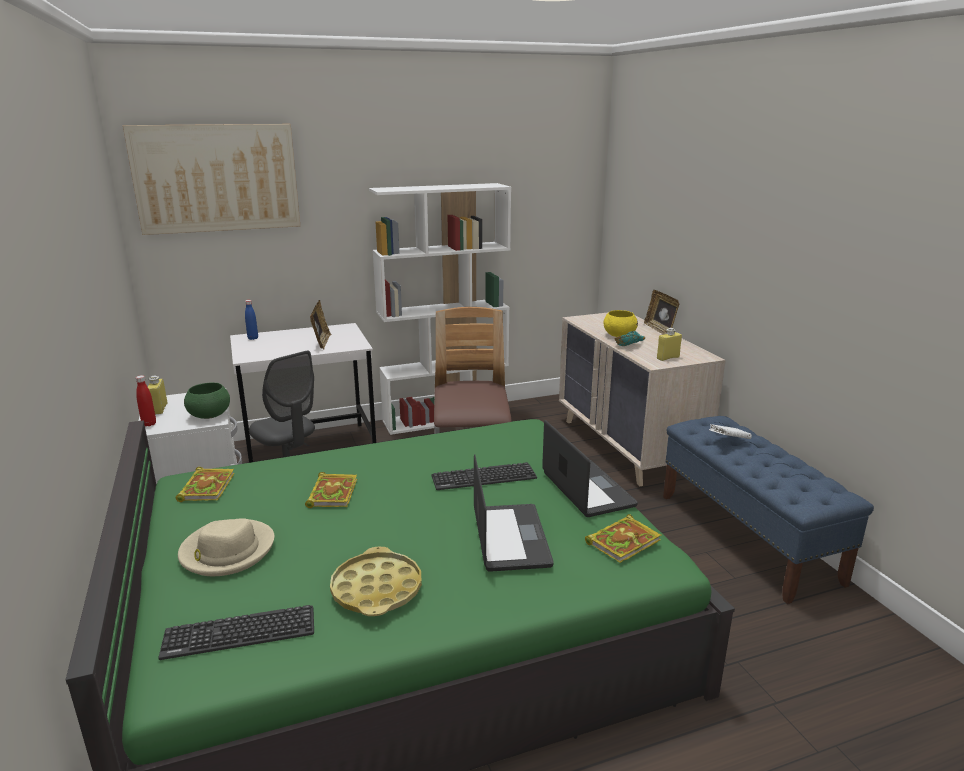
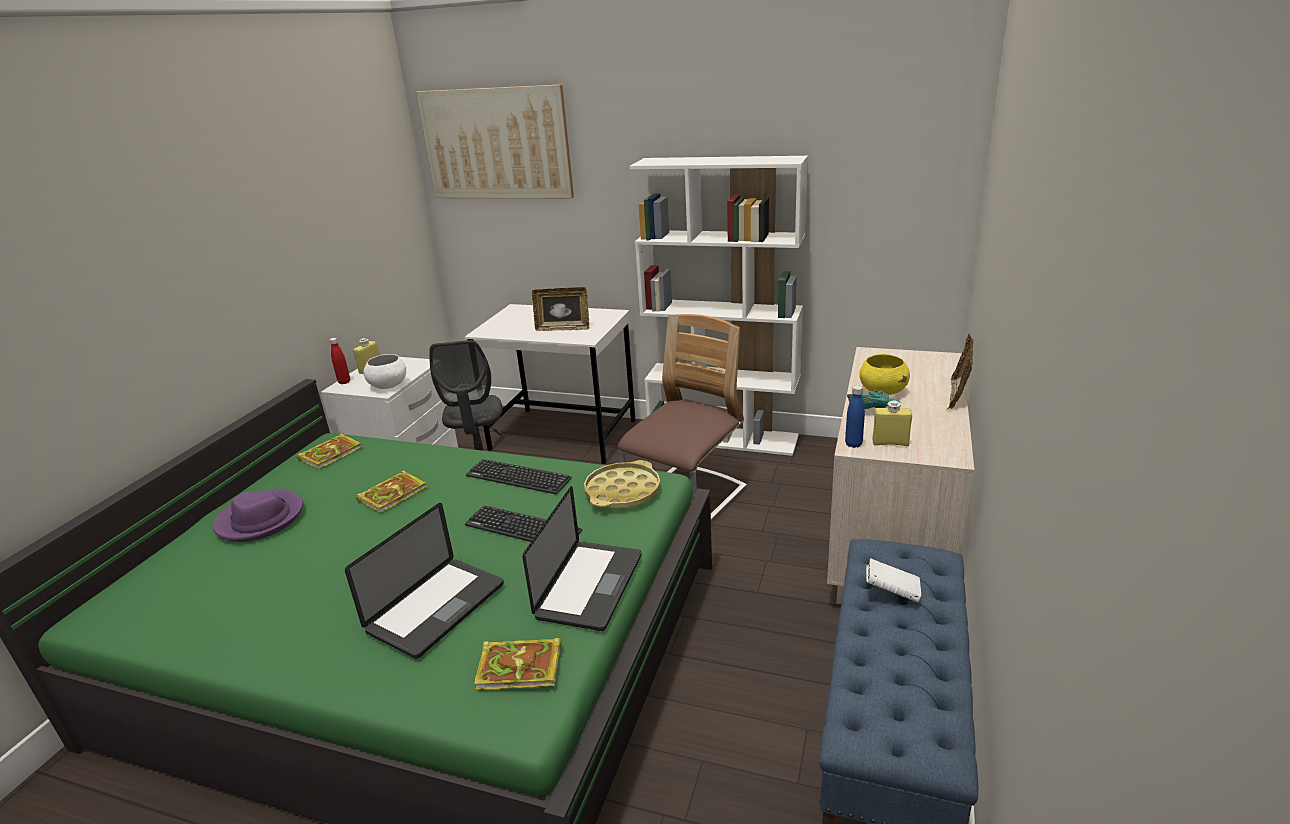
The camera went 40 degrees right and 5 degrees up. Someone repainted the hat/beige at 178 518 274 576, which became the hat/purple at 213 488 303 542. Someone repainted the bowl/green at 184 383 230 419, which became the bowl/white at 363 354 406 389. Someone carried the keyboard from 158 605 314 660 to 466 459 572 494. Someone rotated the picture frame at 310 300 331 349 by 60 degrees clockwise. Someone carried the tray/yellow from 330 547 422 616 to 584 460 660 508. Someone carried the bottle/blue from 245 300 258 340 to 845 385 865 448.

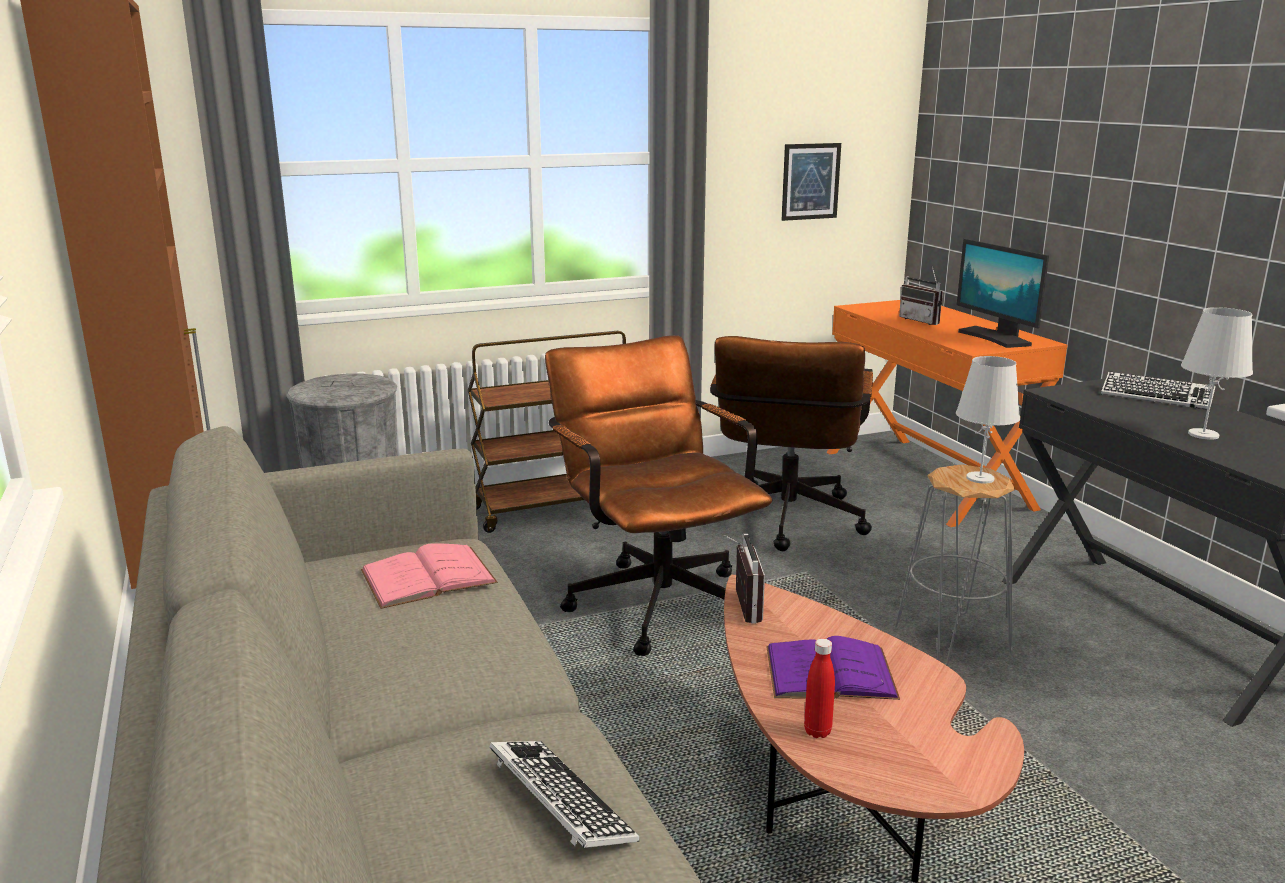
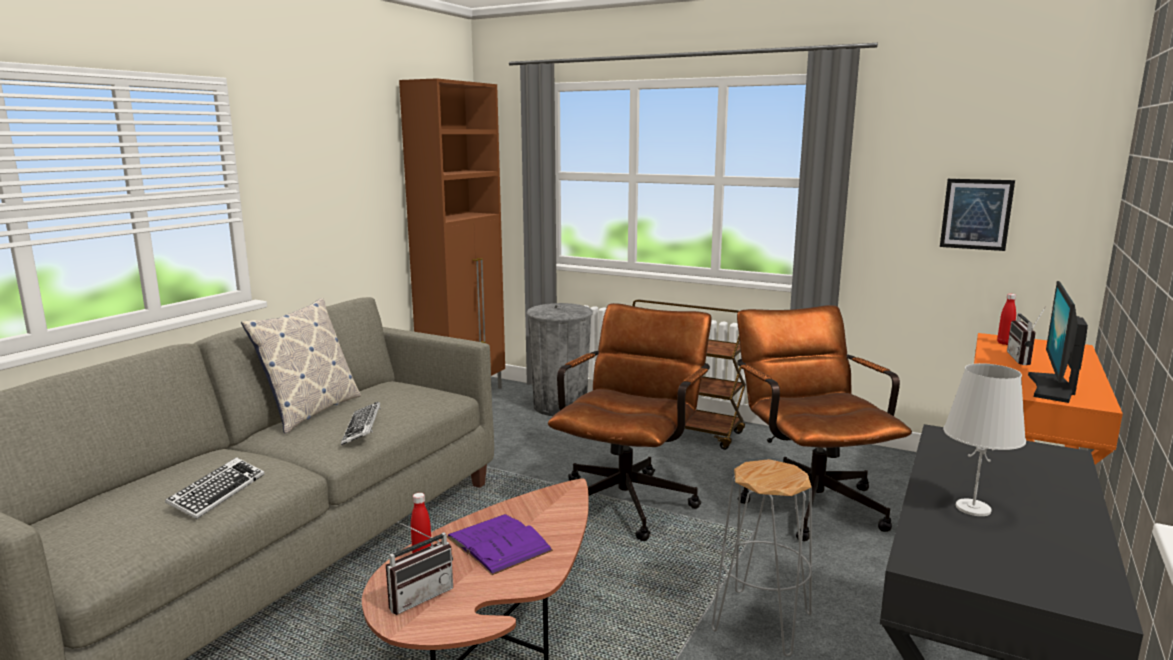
The camera went 50 degrees right and 5 degrees down. Someone put down the pillow at 241 298 361 434. Someone carried the keyboard from 1101 371 1216 410 to 341 402 381 445. Someone carried the radio from 724 534 765 624 to 386 521 453 615. Someone rotated the office chair/brown at 710 336 873 551 by 105 degrees clockwise. Someone put down the bottle/red at 997 294 1016 345. Someone took away the book/pink at 361 544 498 609. Someone took away the table lamp/white at 956 356 1020 484.

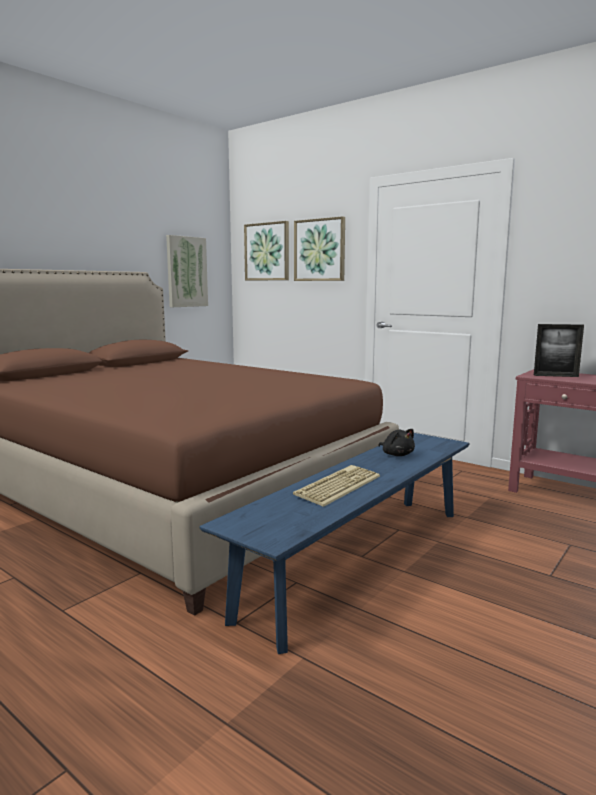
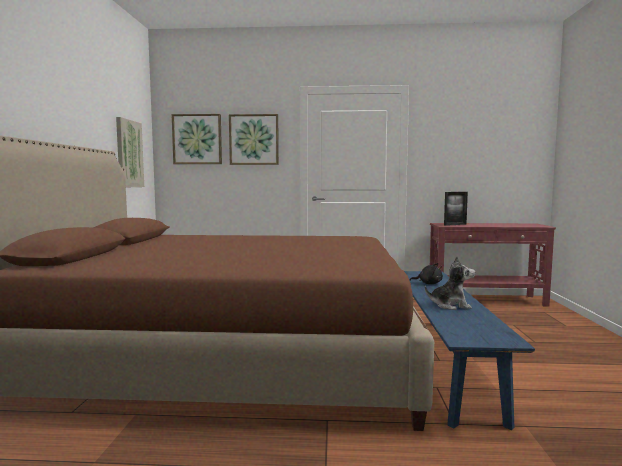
The camera went 35 degrees left and 5 degrees down. Someone swapped the keyboard at 293 465 380 507 for the plush toy at 425 256 475 310.

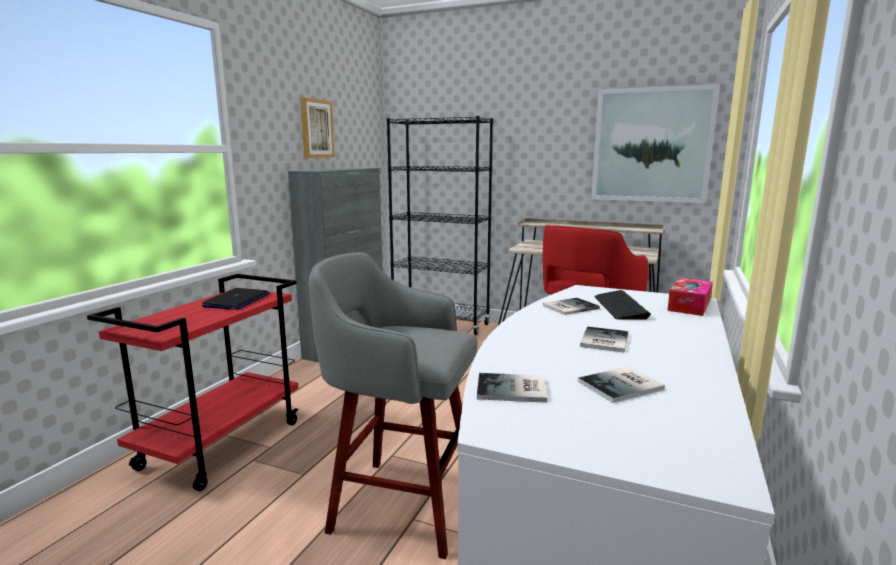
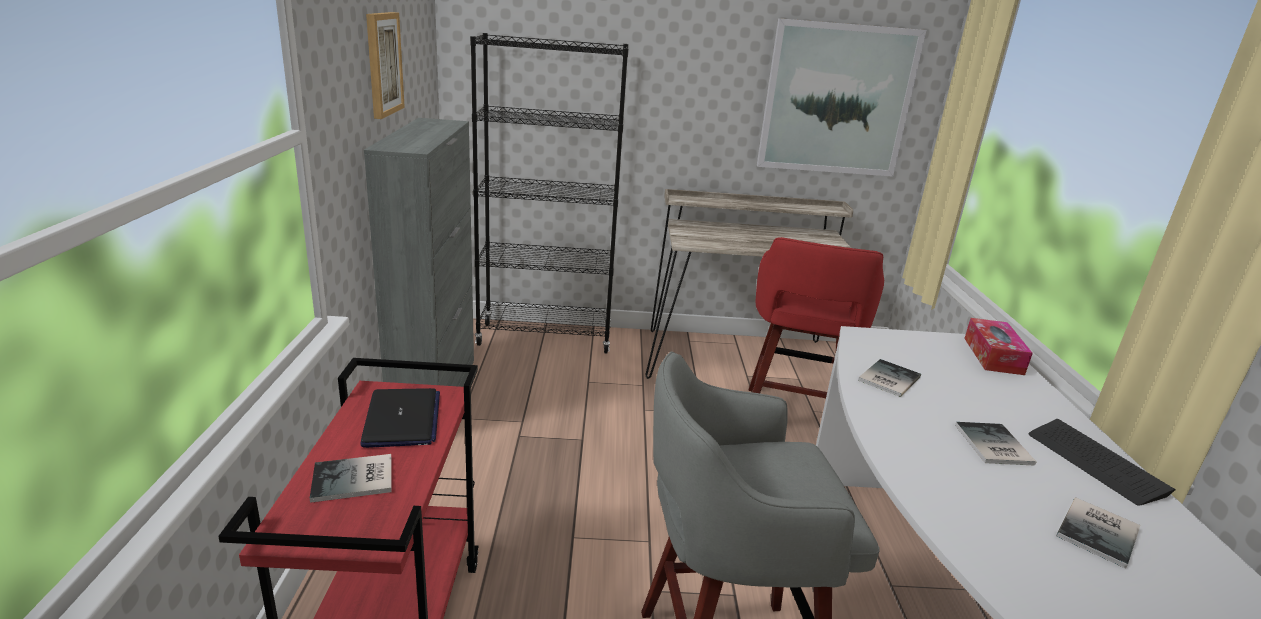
The camera went 25 degrees left and 10 degrees up. Someone carried the book from 477 373 547 403 to 310 454 392 503. Someone carried the keyboard from 594 290 651 320 to 1029 419 1176 506.

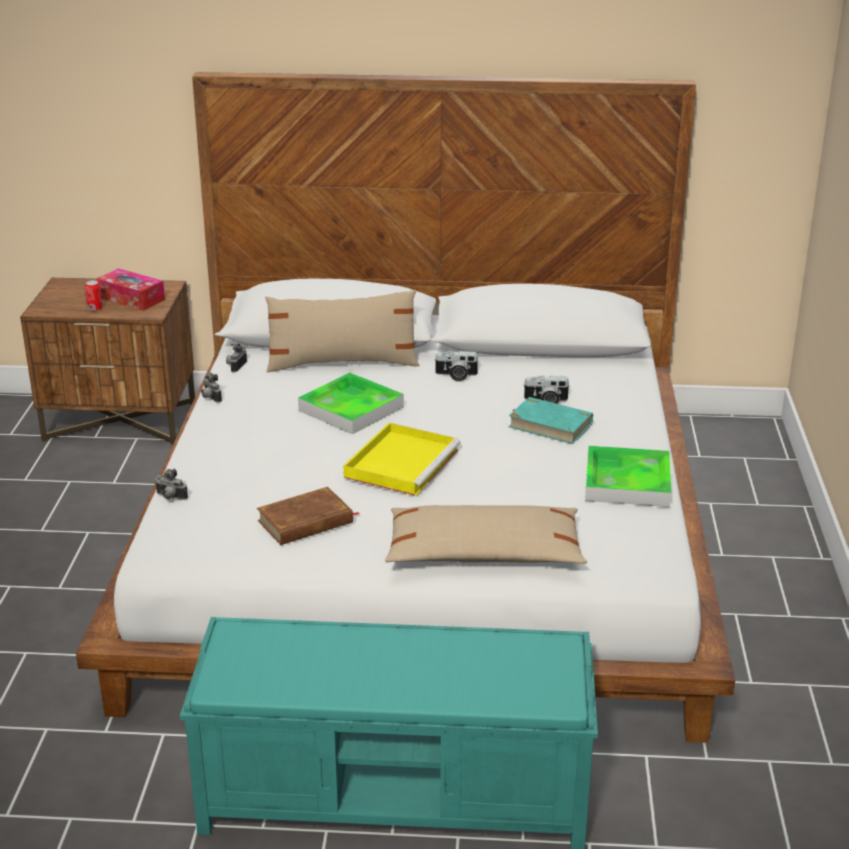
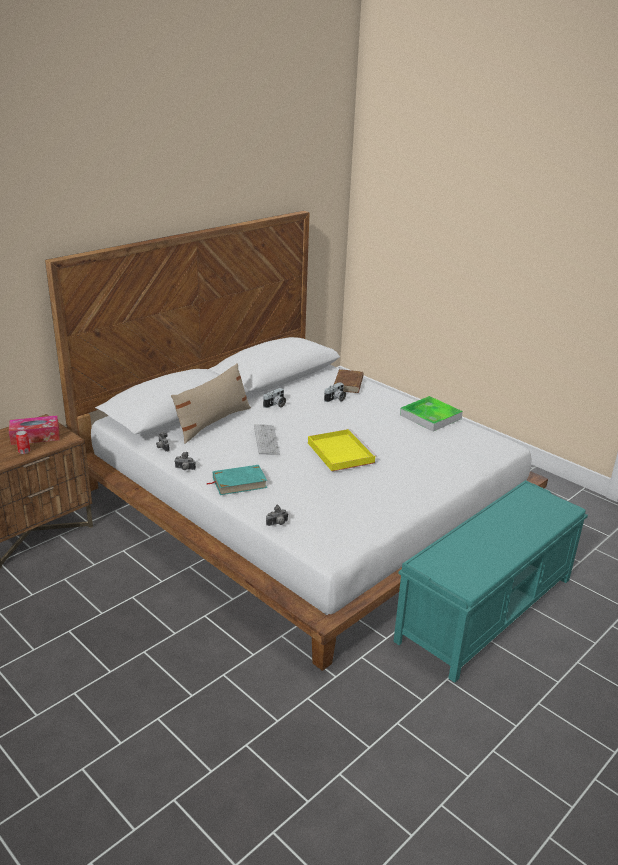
The camera went 50 degrees left and 0 degrees up. Someone carried the book/turquoise from 508 397 593 444 to 206 465 267 495. Someone swapped the tray at 298 372 404 434 for the keyboard at 254 424 280 455. Someone carried the book/brown from 257 487 359 545 to 334 369 364 393. Someone took away the pillow/beige at 385 505 587 564.

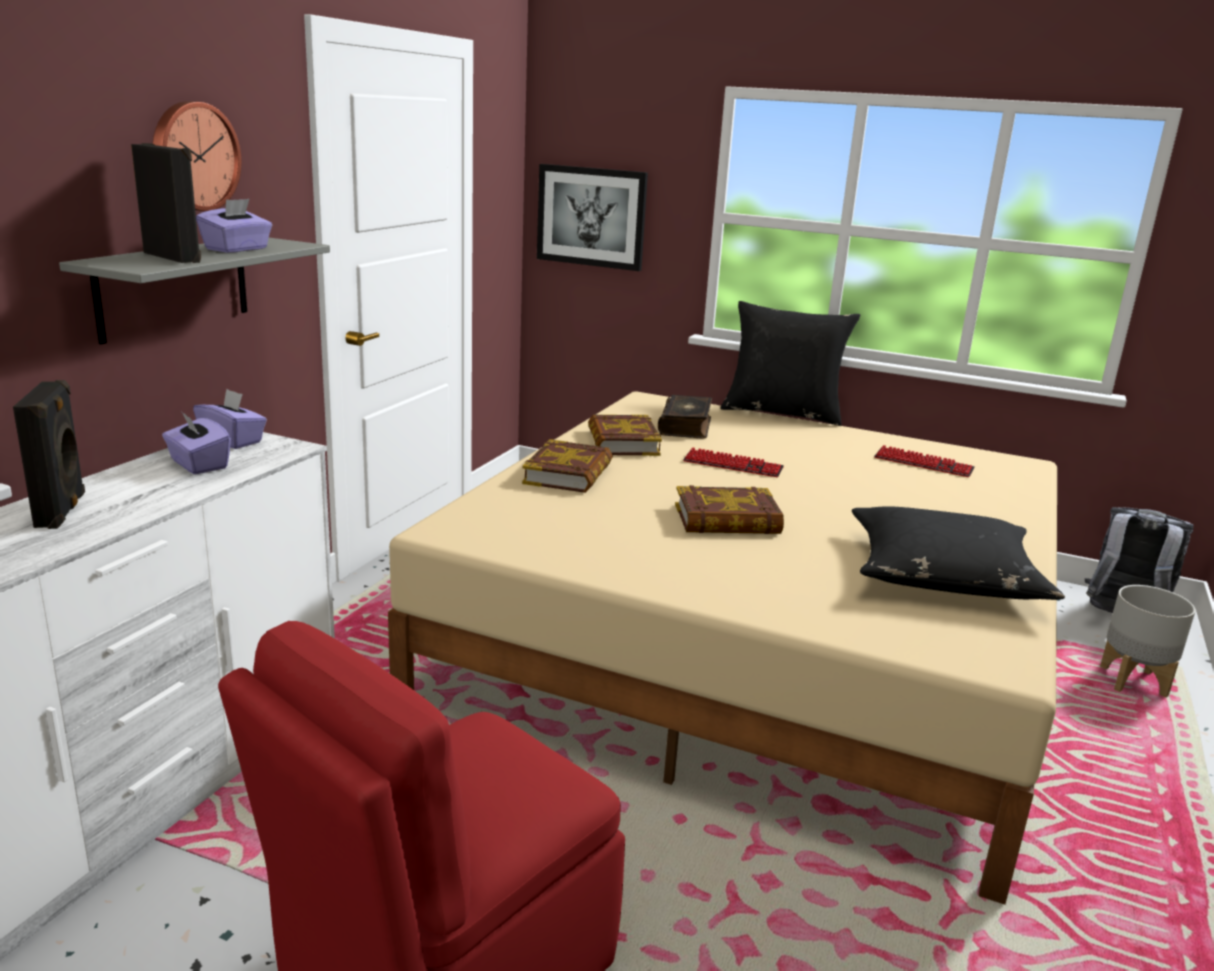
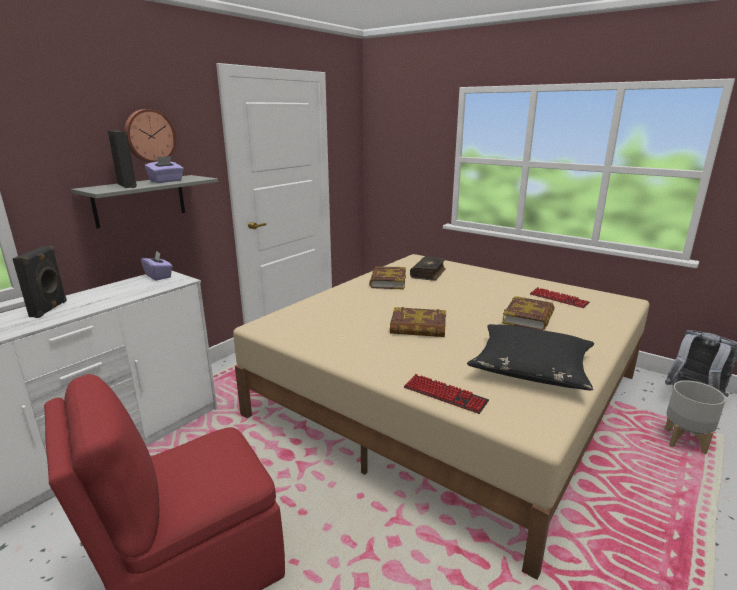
The camera went 15 degrees right and 0 degrees up. Someone carried the keyboard from 683 447 784 477 to 404 374 489 414. Someone carried the book from 522 439 613 493 to 502 296 554 330. Someone took away the tissue box/purple at 162 411 231 475. Someone took away the picture at 537 164 648 271. Someone took away the pillow/black at 720 301 860 426.

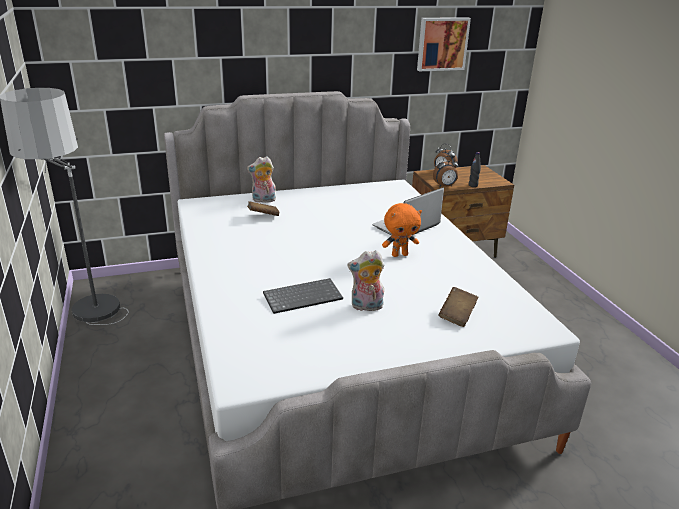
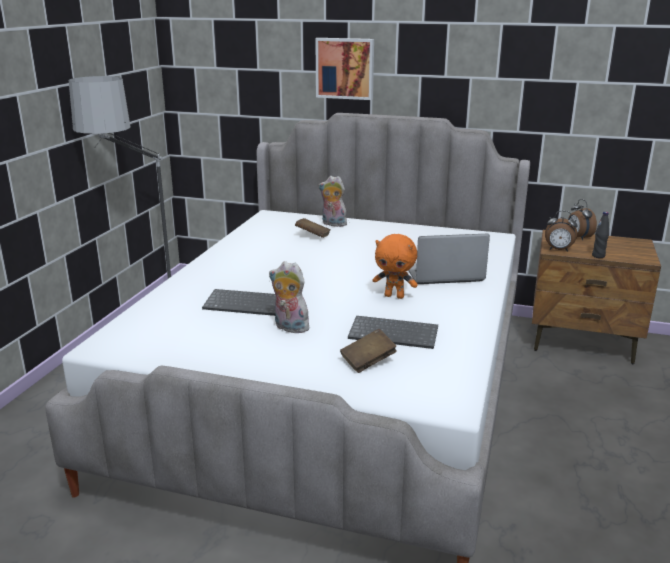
The camera went 35 degrees right and 5 degrees down. Someone carried the picture from 417 17 471 71 to 315 38 374 100. Someone put down the keyboard at 348 316 438 349.

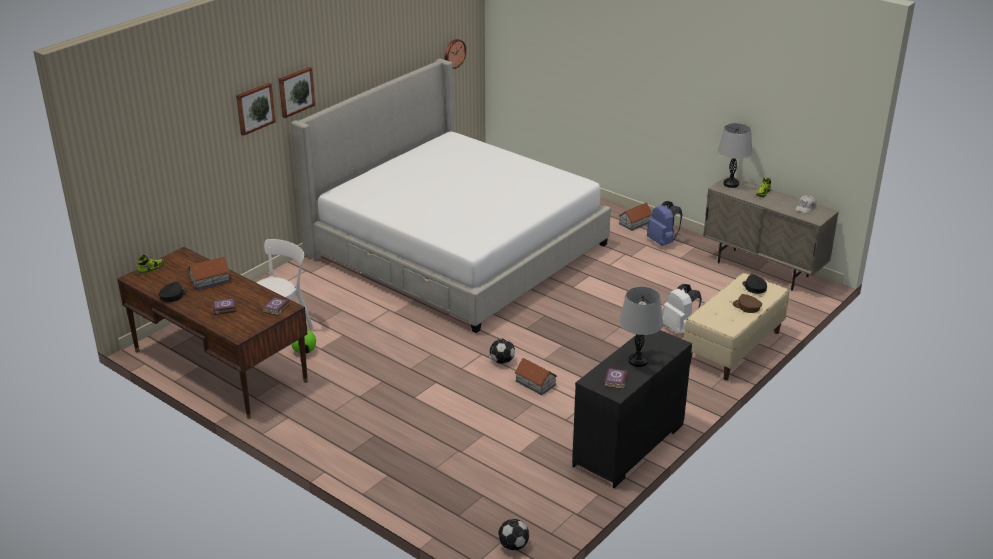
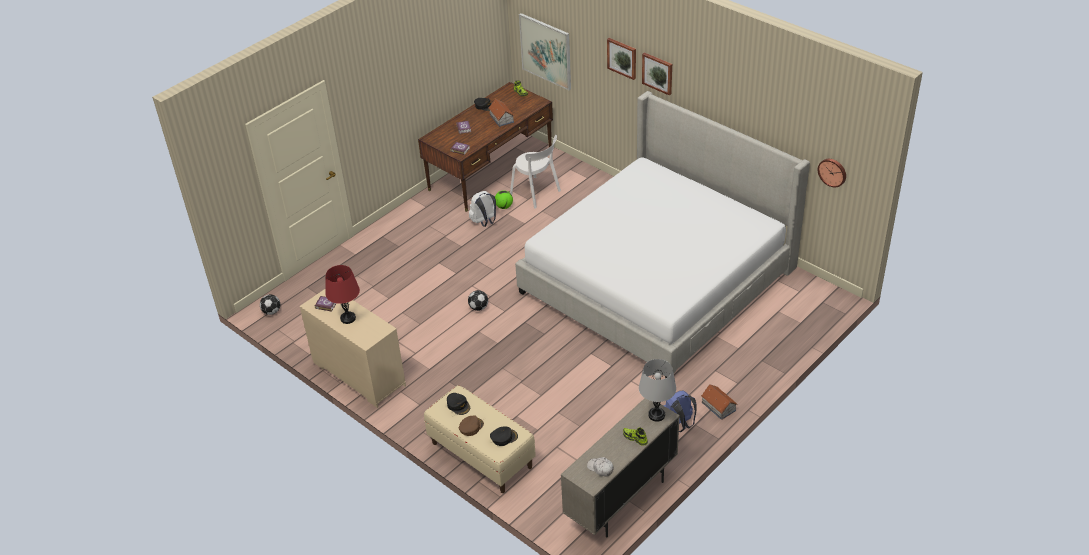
The camera went 95 degrees right and 10 degrees up. Someone repainted the dresser/black at 572 330 692 488, which became the dresser/beige at 300 289 406 408. Someone repainted the table lamp/grey at 619 287 663 367, which became the table lamp/red at 326 265 360 324. Someone put down the cap/black at 447 393 470 415. Someone carried the backpack/white from 662 284 702 334 to 469 191 496 227. Someone put up the picture at 519 13 571 90. Someone took away the toy house at 515 358 557 395.

